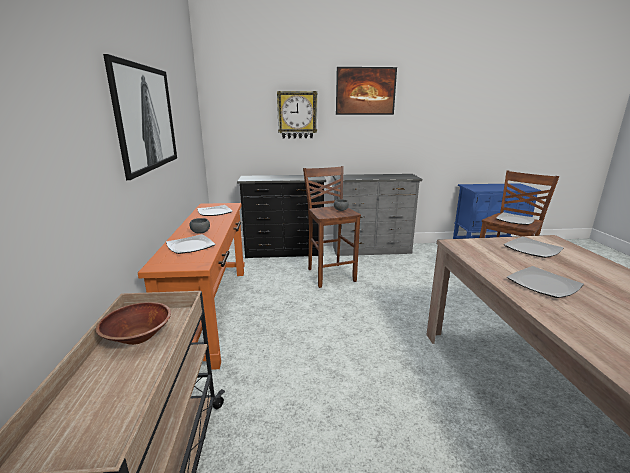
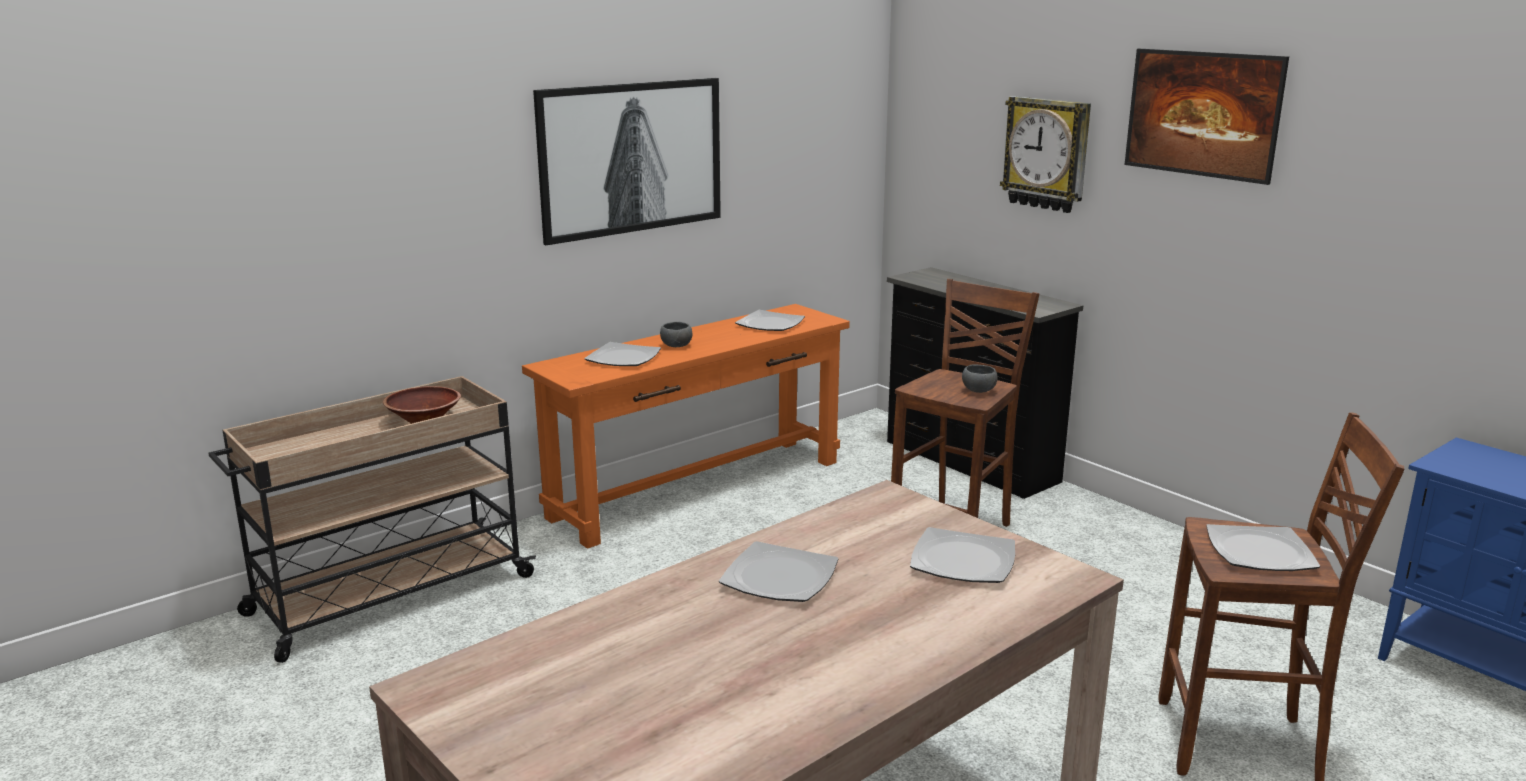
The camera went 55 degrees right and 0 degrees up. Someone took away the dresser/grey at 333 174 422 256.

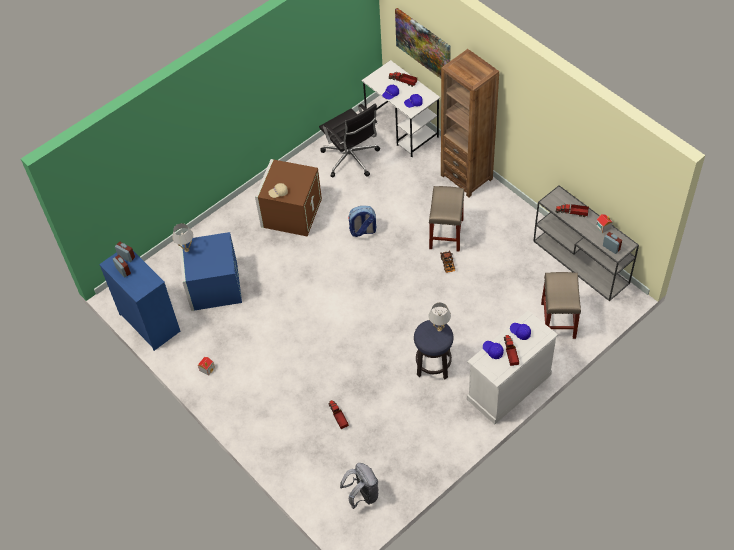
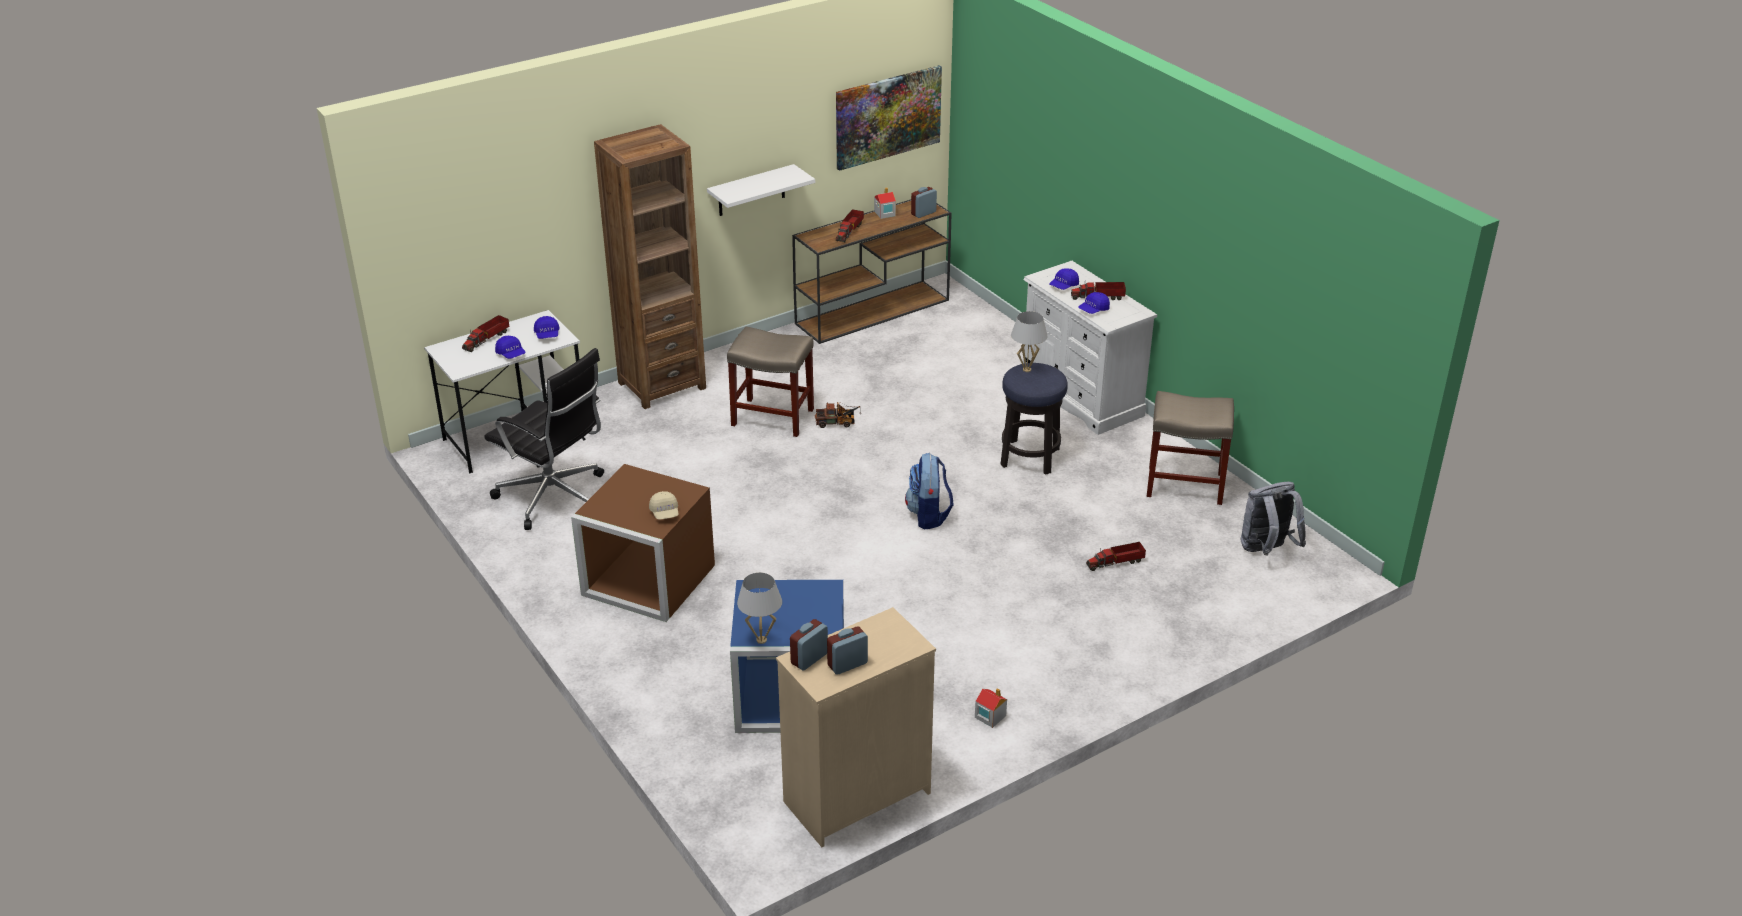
The camera went 85 degrees left and 20 degrees down. Someone rotated the office chair/black at 319 103 380 178 by 60 degrees clockwise. Someone put up the shelf/white at 707 164 815 216. Someone repainted the dresser/blue at 99 251 180 351, which became the dresser/beige at 776 607 936 847. Someone repainted the console table/grey at 533 185 639 301, which became the console table/brown at 792 199 952 344. Someone carried the picture from 395 8 451 79 to 836 65 942 171. Someone carried the backpack from 348 206 376 237 to 905 453 954 529. Someone carried the stool/beige from 541 272 581 339 to 1147 391 1234 505.

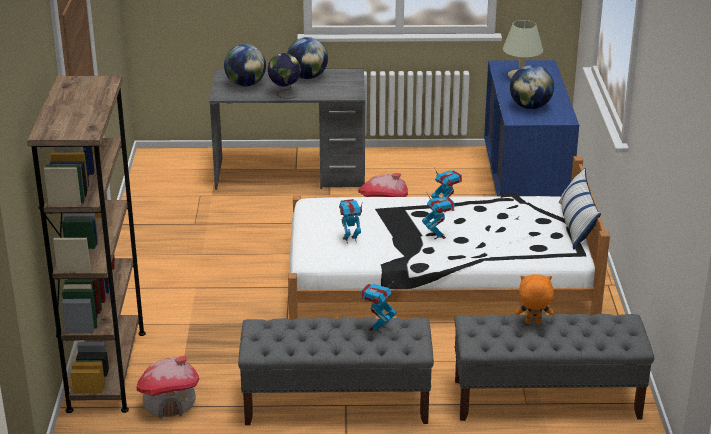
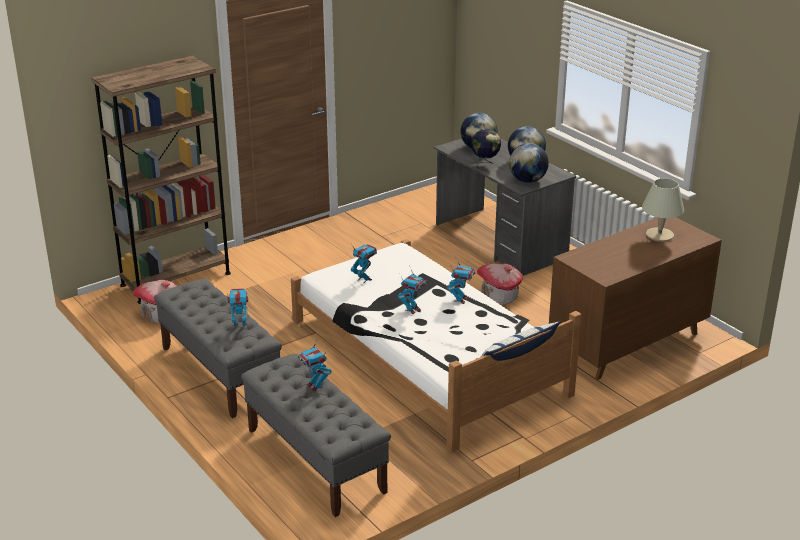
The camera went 55 degrees right and 0 degrees up. Someone swapped the plush toy/orange at 515 274 554 324 for the toy robot at 298 338 332 392. Someone carried the globe from 510 65 554 109 to 509 143 549 183. Someone repainted the dresser/blue at 484 60 579 197, which became the dresser/brown at 549 217 722 380.

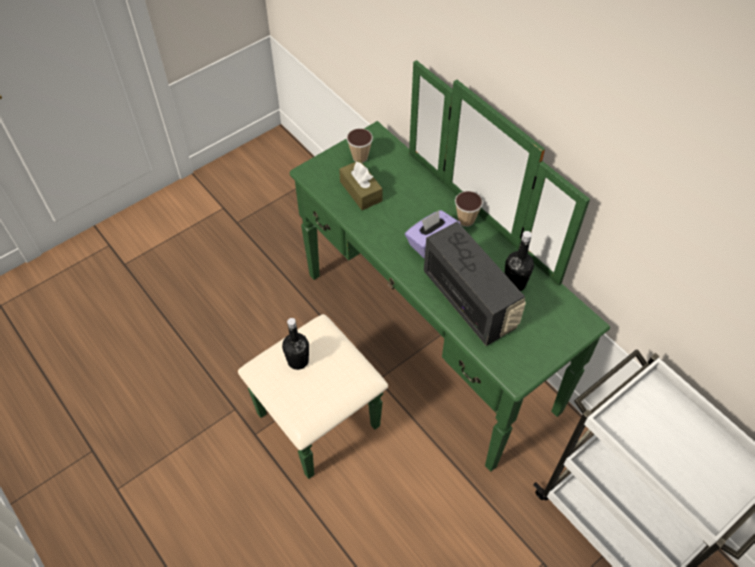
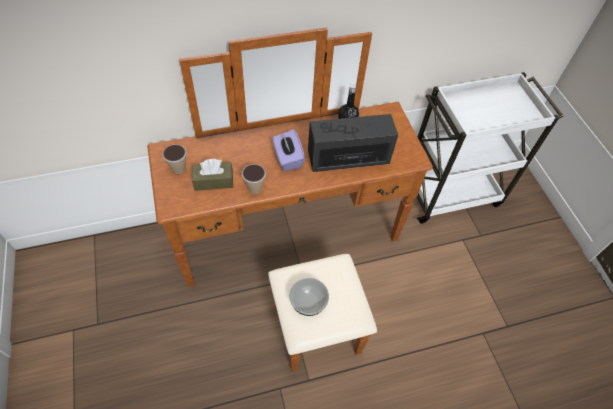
The camera went 70 degrees left and 0 degrees up. Someone repainted the dresser/green at 238 60 610 479, which became the dresser/brown at 147 27 433 372. Someone carried the cup from 455 191 483 227 to 242 164 266 194. Someone swapped the bottle/black at 282 318 309 370 for the bowl at 289 278 329 316.

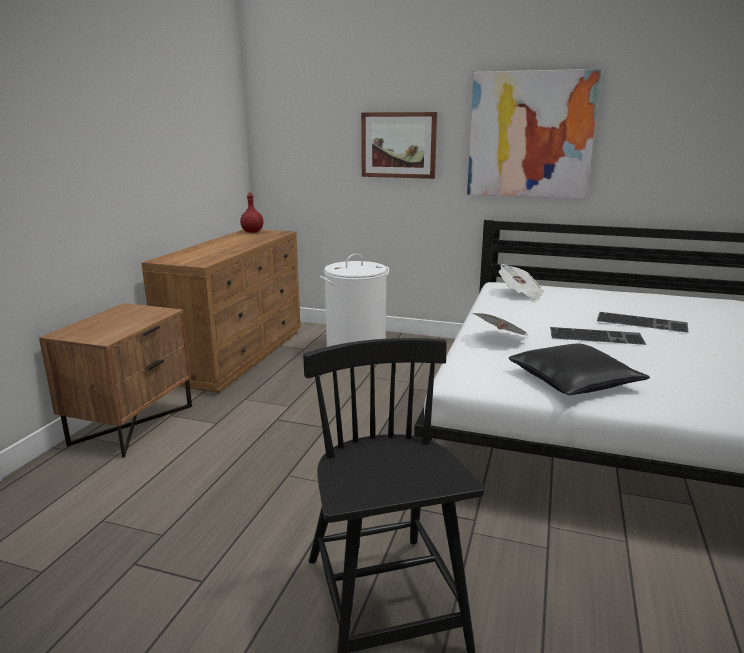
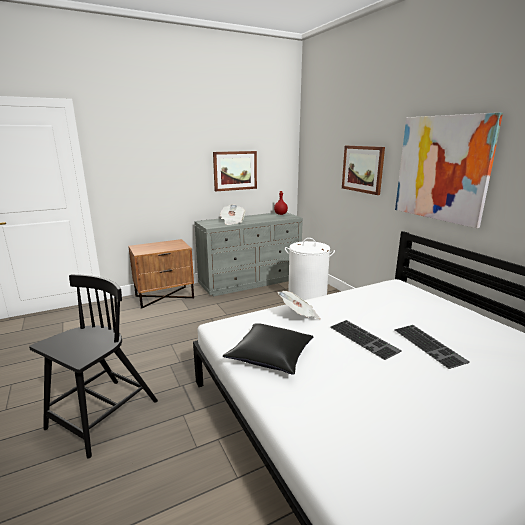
The camera went 45 degrees right and 0 degrees up. Someone repainted the dresser/brown at 141 229 301 393, which became the dresser/grey at 194 212 303 296. Someone put up the picture at 213 151 257 192. Someone carried the newspaper from 499 264 544 301 to 220 204 246 225.

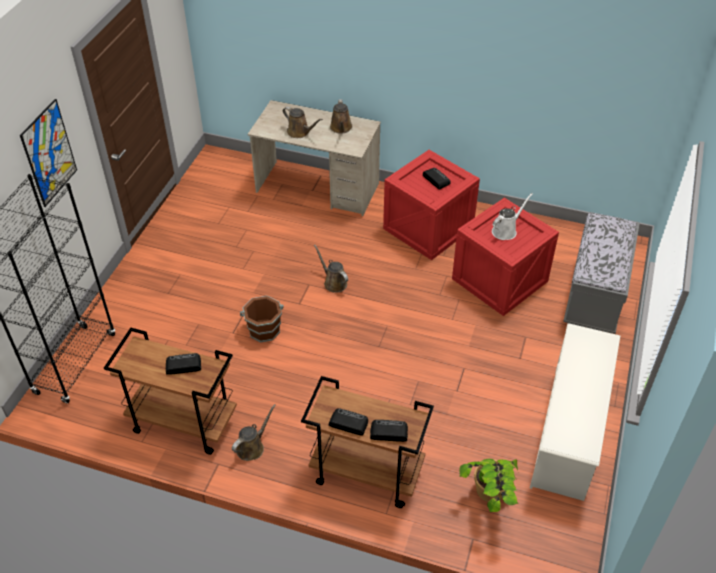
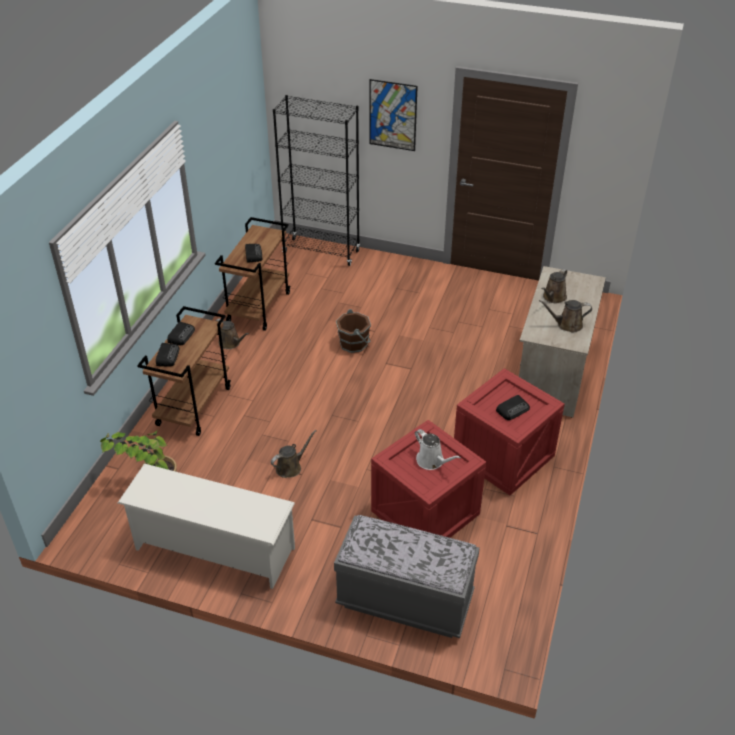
The camera went 90 degrees right and 5 degrees down. Someone carried the watering can/brown from 314 245 348 293 to 271 430 317 478.

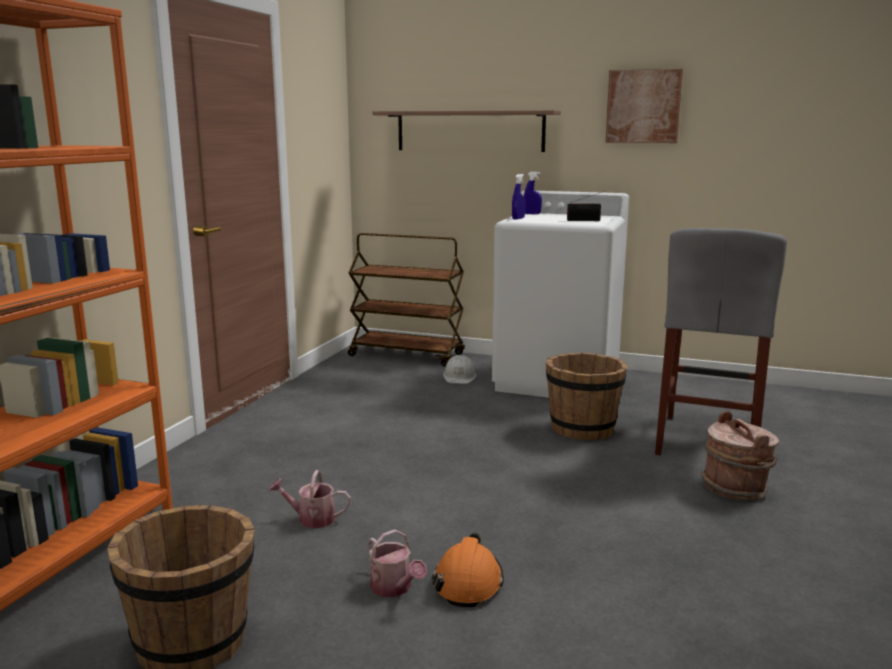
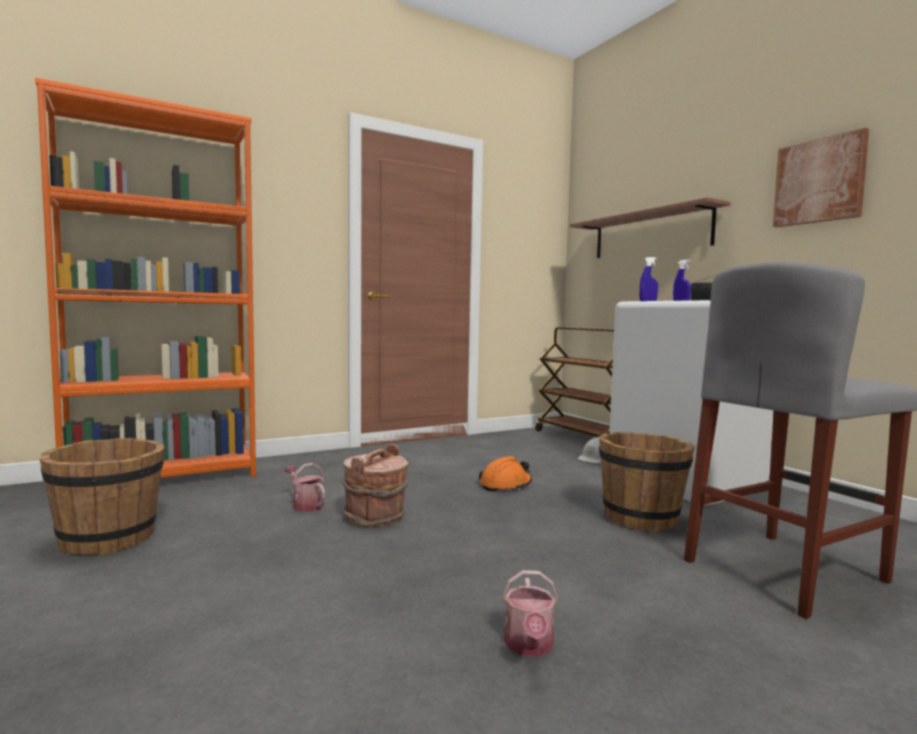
The camera went 40 degrees right and 10 degrees down. Someone carried the bucket/brown from 701 411 779 500 to 342 444 408 527. Someone carried the hard hat/orange from 432 533 504 607 to 478 456 532 492. Someone carried the watering can from 368 529 427 597 to 502 570 558 656.

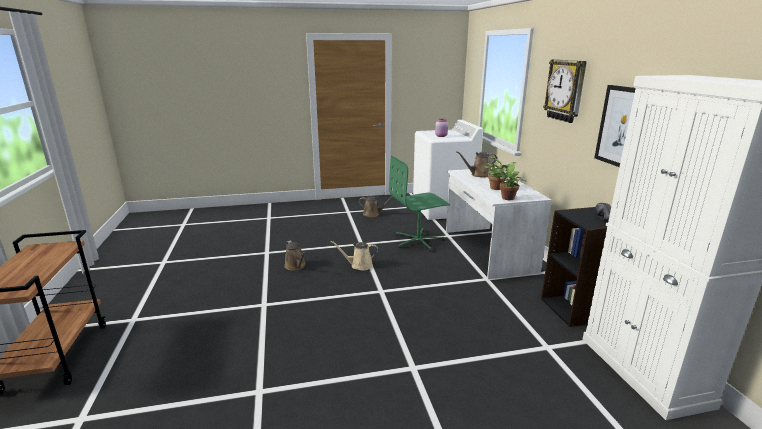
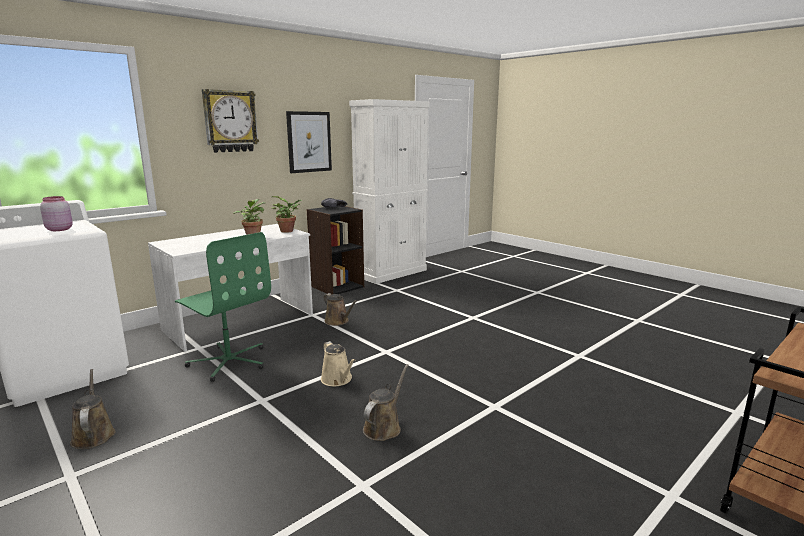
The camera went 120 degrees left and 5 degrees down. Someone carried the watering can/brown from 456 151 497 177 to 323 293 358 326.

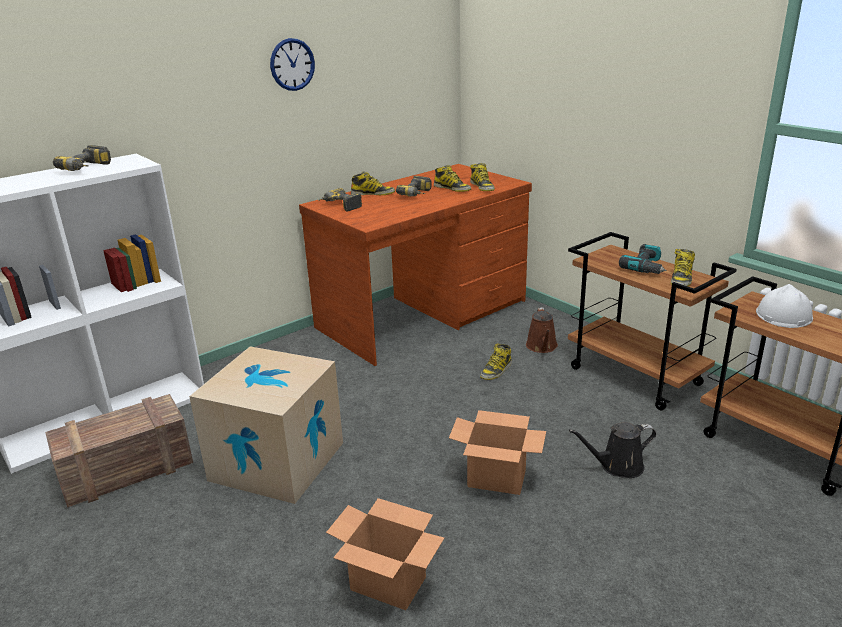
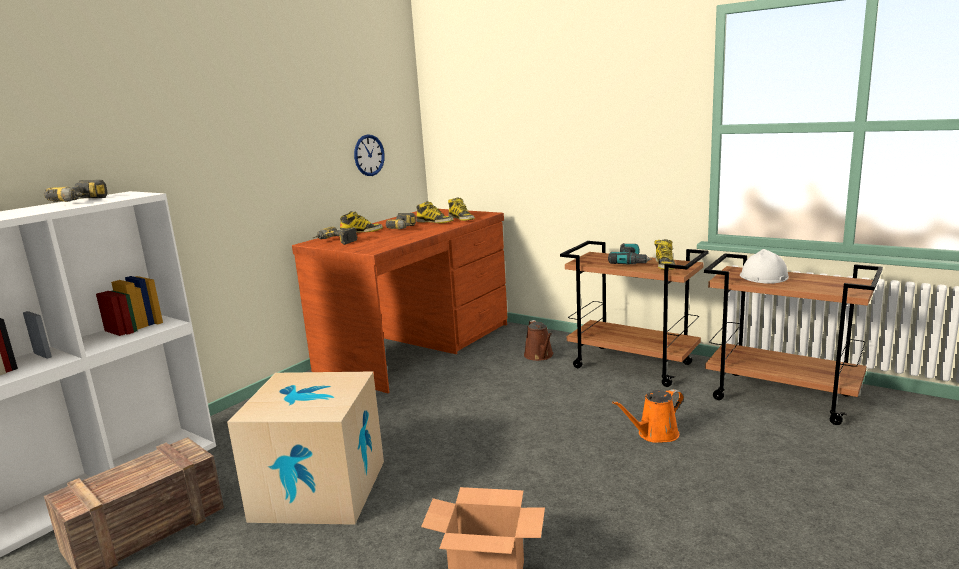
The camera went 15 degrees left and 10 degrees down. Someone carried the wall clock from 270 38 315 91 to 354 134 385 176. Someone repainted the watering can/black at 569 422 656 478, which became the watering can/orange at 612 389 684 443. Someone took away the cardboard box at 449 410 546 495. Someone took away the boot at 480 343 512 380.

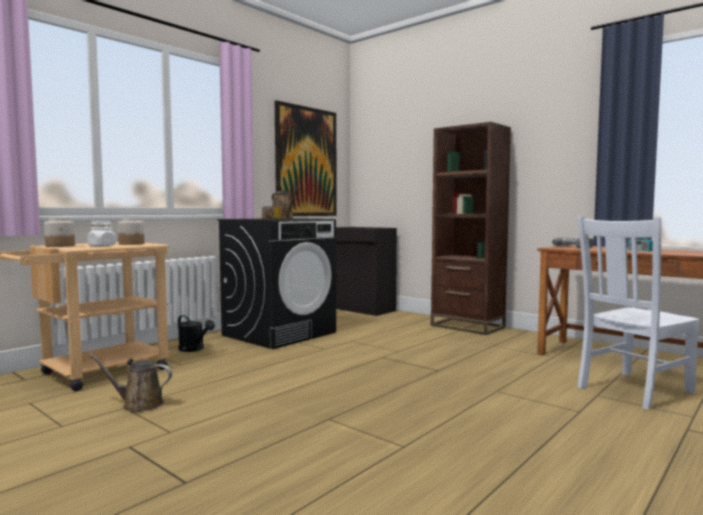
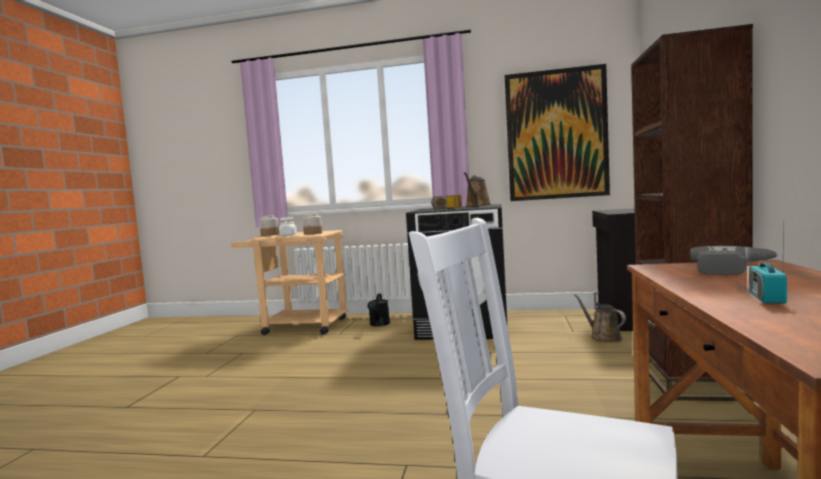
The camera went 60 degrees right and 0 degrees up. Someone carried the watering can/brown from 89 354 172 412 to 575 294 626 343.

